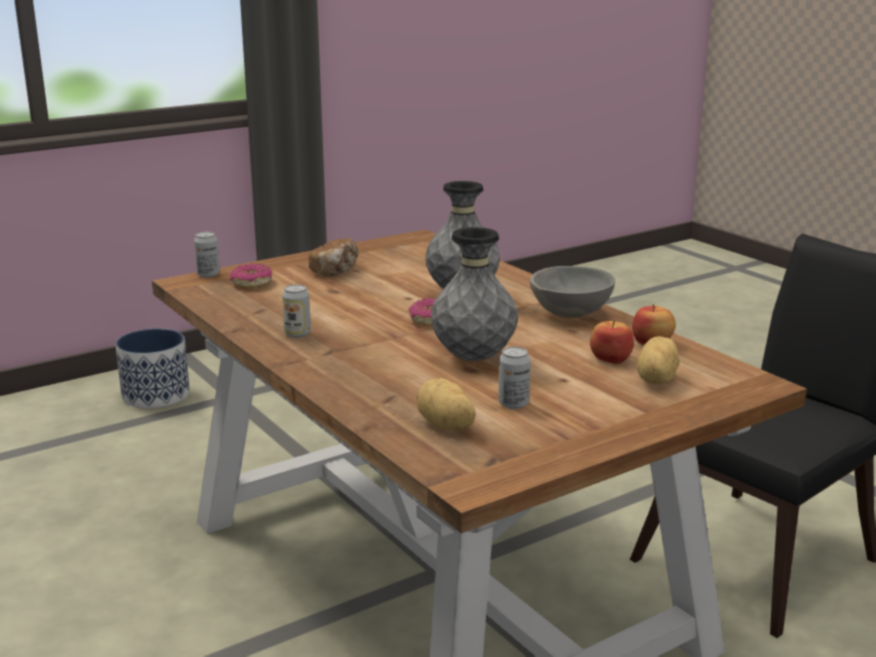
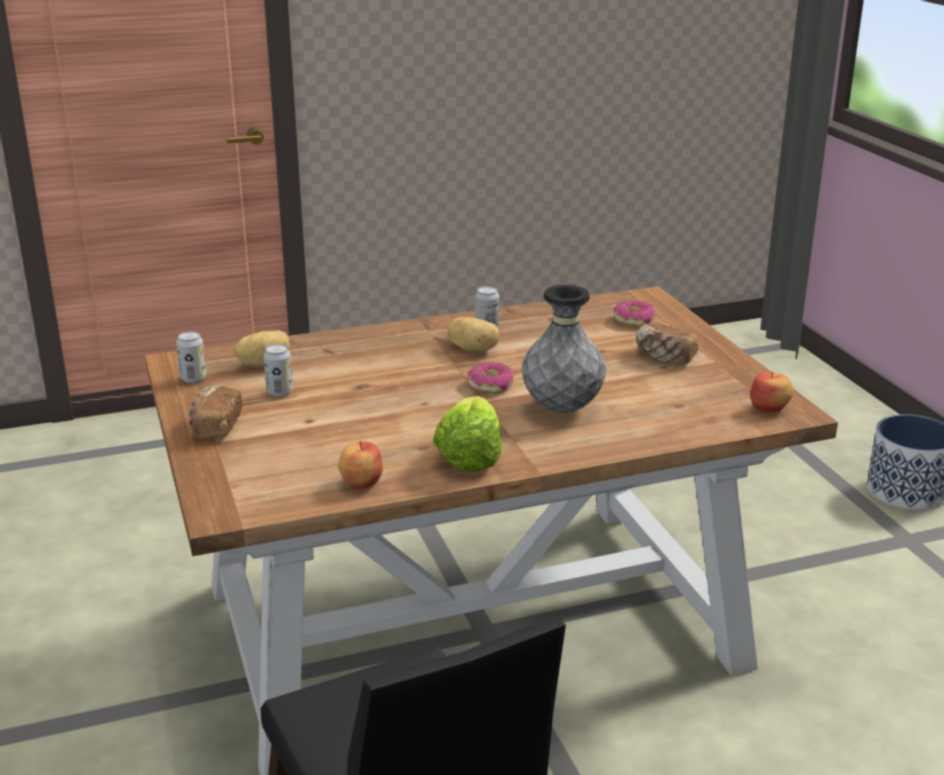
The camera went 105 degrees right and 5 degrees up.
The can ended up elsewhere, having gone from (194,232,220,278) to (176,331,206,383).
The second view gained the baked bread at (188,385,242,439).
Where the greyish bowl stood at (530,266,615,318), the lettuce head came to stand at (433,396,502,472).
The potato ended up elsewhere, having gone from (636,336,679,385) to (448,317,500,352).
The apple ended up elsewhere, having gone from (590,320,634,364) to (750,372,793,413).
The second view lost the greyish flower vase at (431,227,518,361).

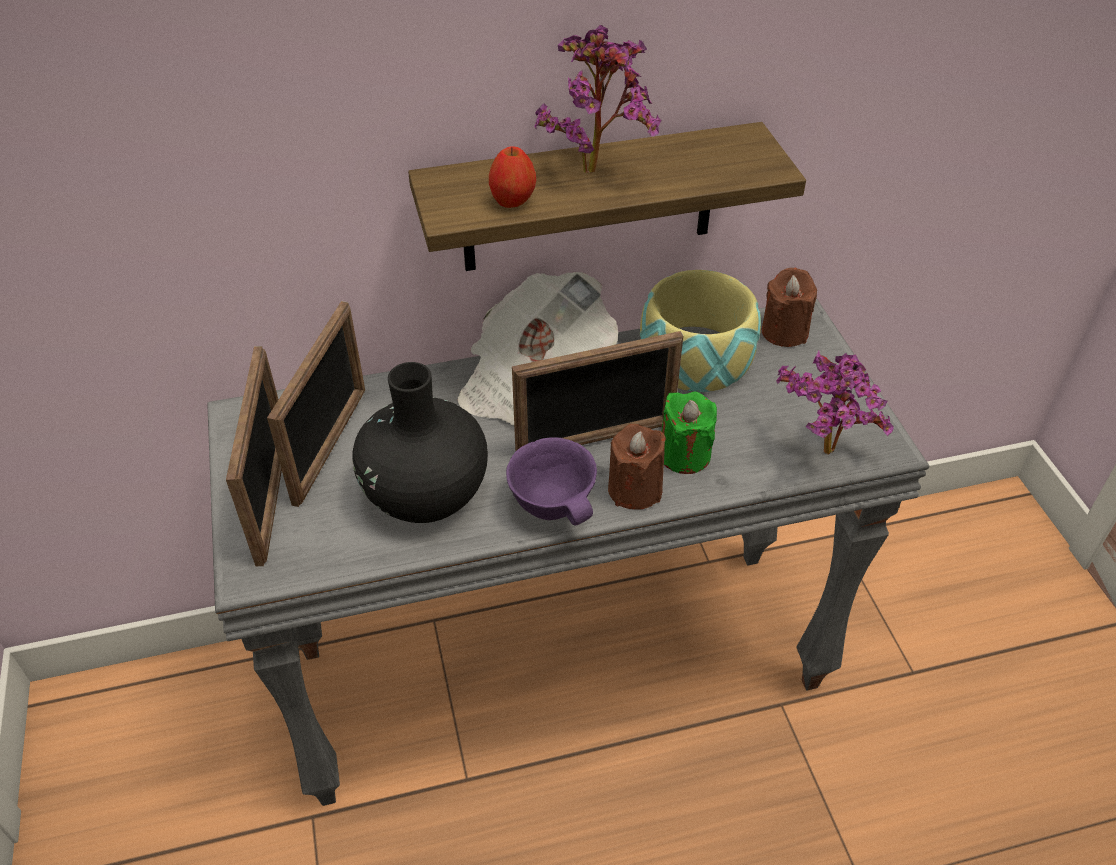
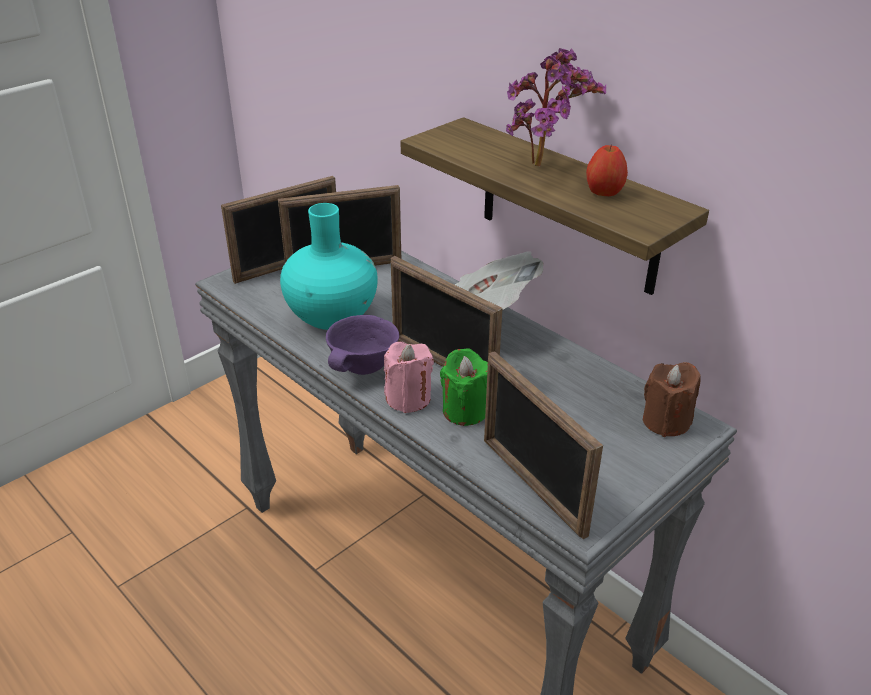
The camera went 60 degrees right and 10 degrees down.
What was the blackish flower vase at (352,362,488,523) turned into the turquoise-coloured flower vase at (280,203,378,330).
What was the brown wax light at (608,424,666,509) turned into the pink-coloured wax light at (384,341,434,413).
Where the potted plant stood at (776,351,894,455), the photo frame came to stand at (484,351,603,539).
The apple ended up elsewhere, having gone from (489,147,536,208) to (586,145,628,196).
The second view lost the bowl at (640,270,761,392).

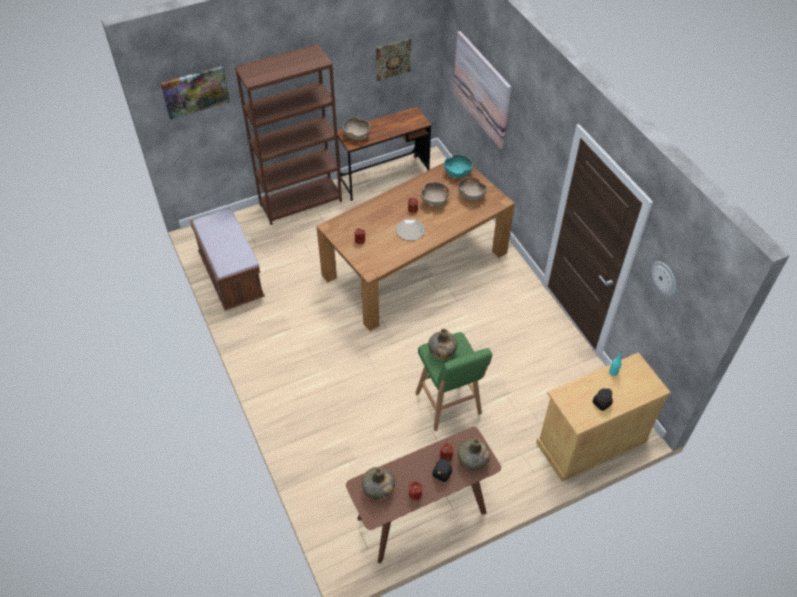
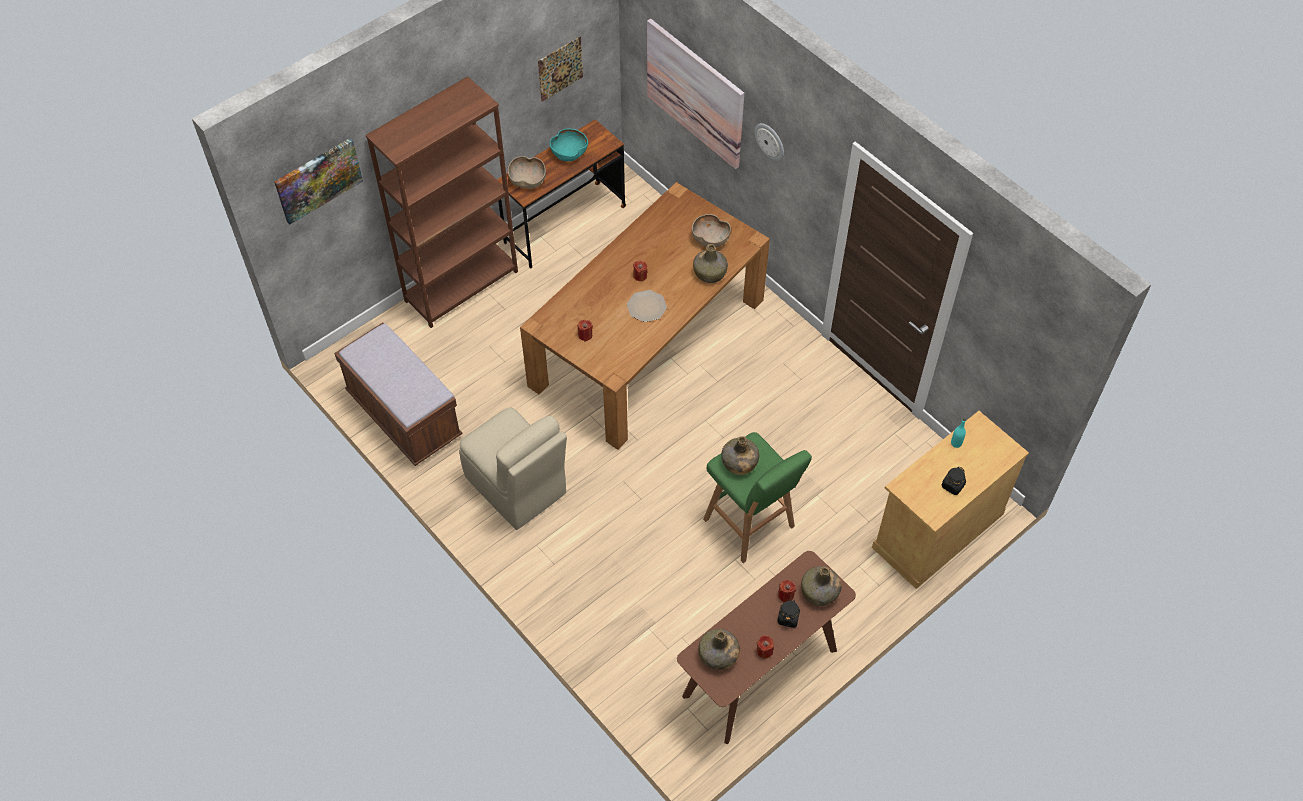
The camera went 15 degrees left and 5 degrees up.
The second view gained the beige-coloured plain chair at (459,407,567,530).
The turquoise-coloured bowl ended up elsewhere, having gone from (444,154,473,178) to (550,129,588,161).
The second view gained the green-coloured bottle at (693,244,728,283).
The clock on the wall ended up elsewhere, having gone from (651,261,676,296) to (755,123,784,161).
The second view lost the brown bowl at (421,182,450,207).

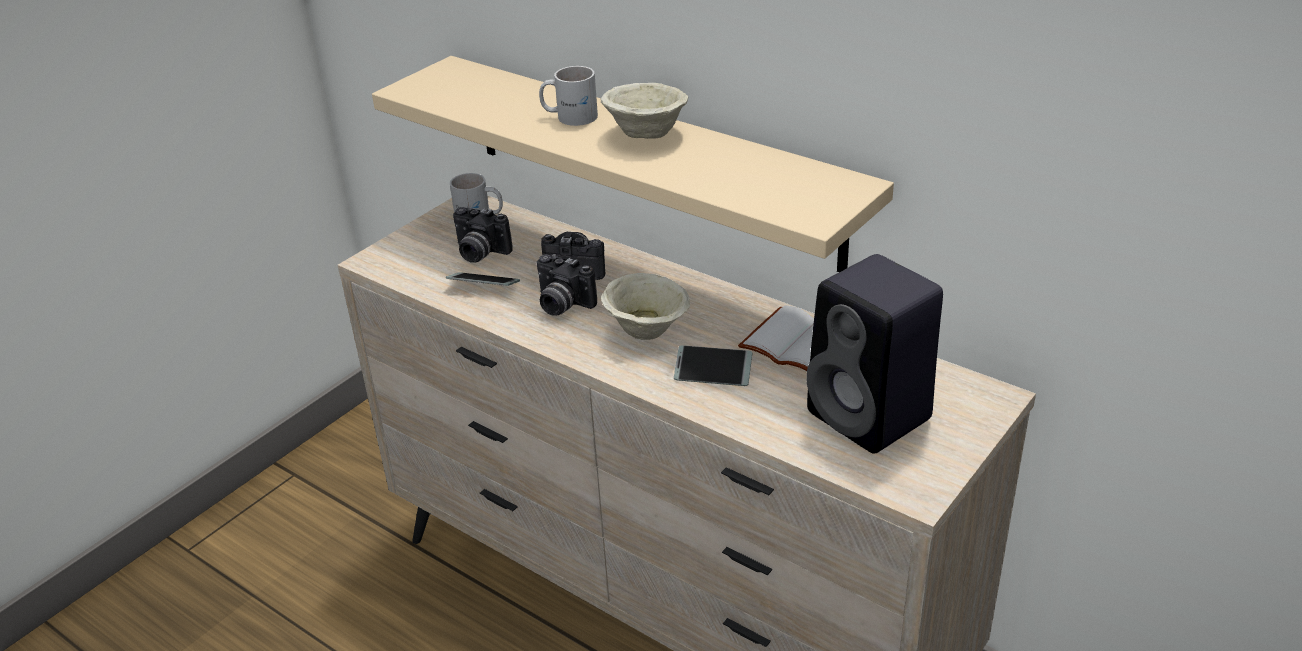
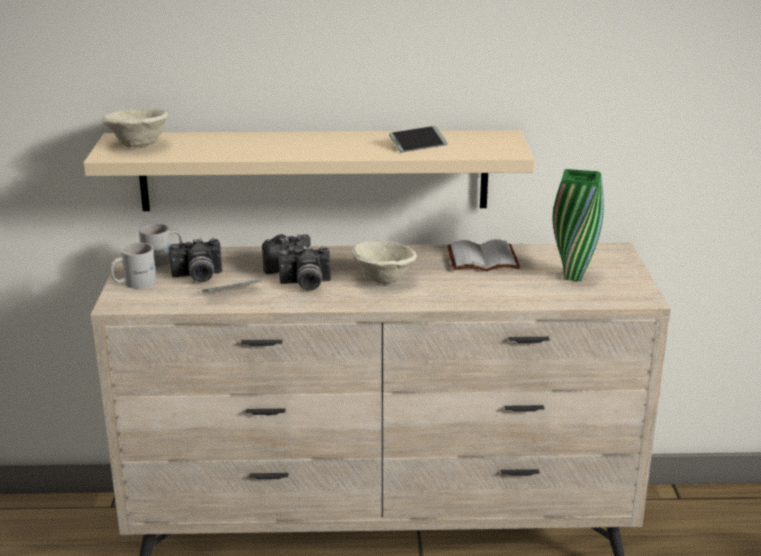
The camera went 40 degrees left and 10 degrees down.
The beige-coloured bowl ended up elsewhere, having gone from (601,83,688,139) to (102,109,168,147).
The white-coloured mug ended up elsewhere, having gone from (539,66,598,126) to (110,243,157,289).
The telephone ended up elsewhere, having gone from (674,345,752,386) to (389,126,448,152).
Where the blackish audio speaker stood at (806,254,943,453), the green-coloured flower vase came to stand at (553,169,604,281).

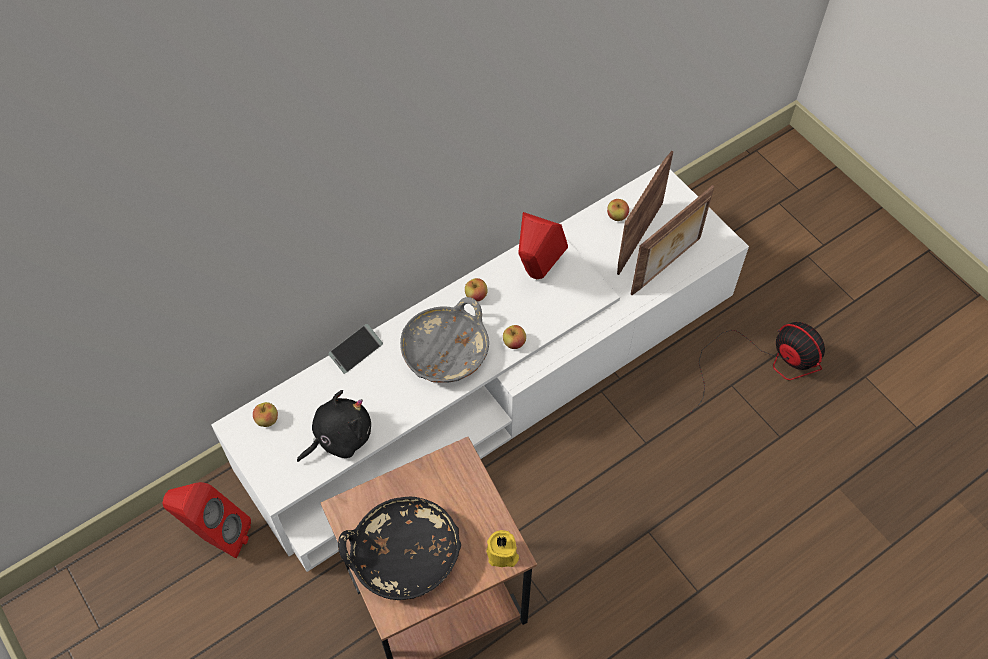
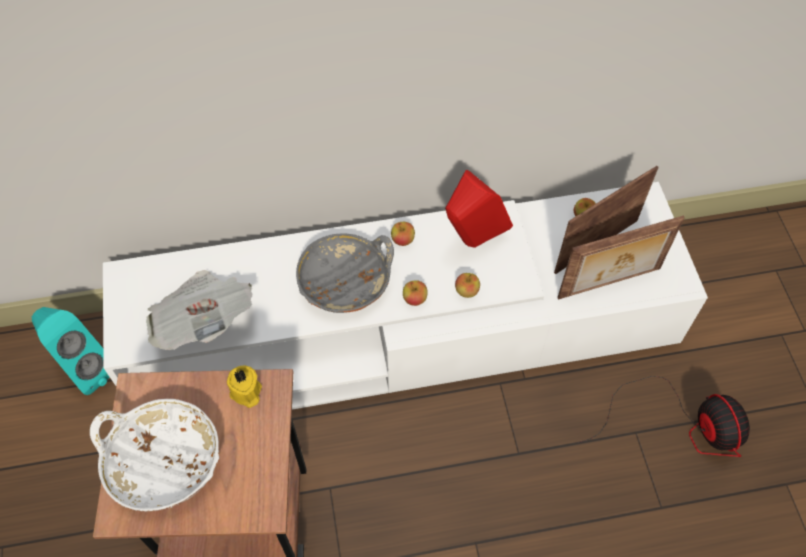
The camera went 25 degrees right and 0 degrees up.
What was the red audio speaker at (162,482,251,558) turned into the turquoise-coloured audio speaker at (32,307,110,395).
What was the blackish bowl at (338,497,461,600) turned into the white-coloured bowl at (90,399,220,512).
Where the blackish cuddly toy stood at (297,390,371,462), the printed paper came to stand at (146,270,252,350).
The yellowish wax light ended up elsewhere, having gone from (486,530,519,567) to (227,366,262,408).
The apple ended up elsewhere, having gone from (253,402,278,427) to (455,273,480,298).
The second view lost the telephone at (328,324,383,374).

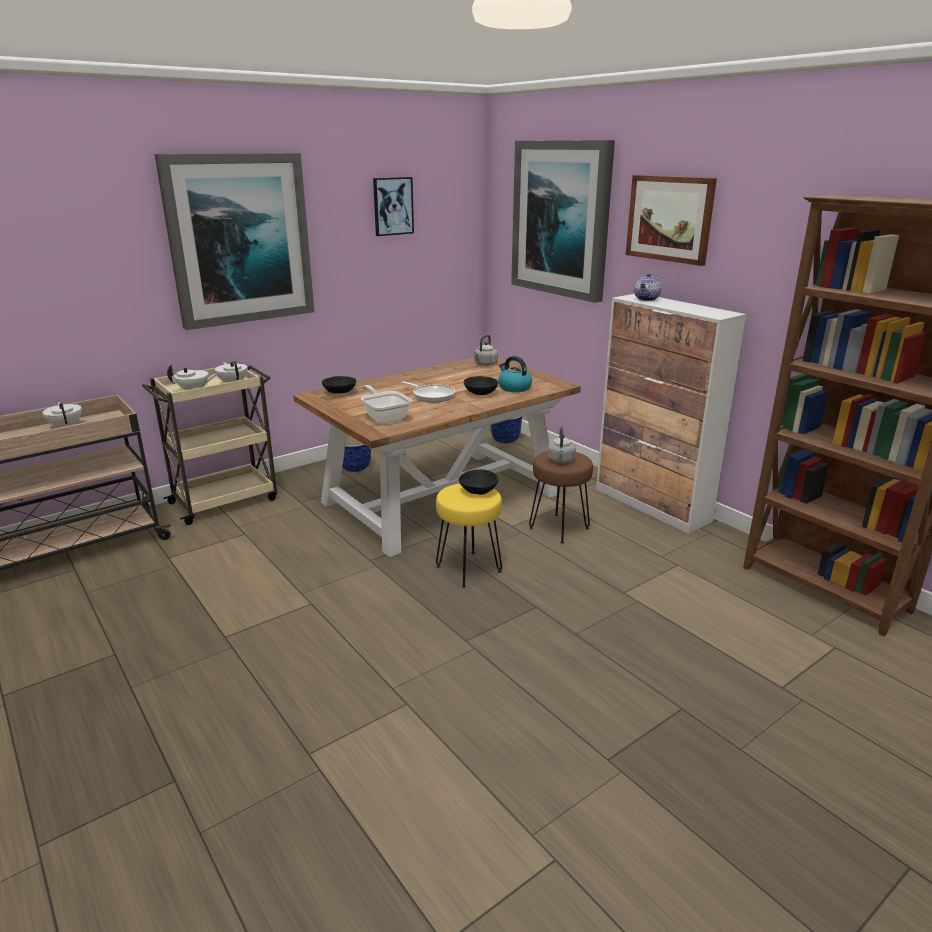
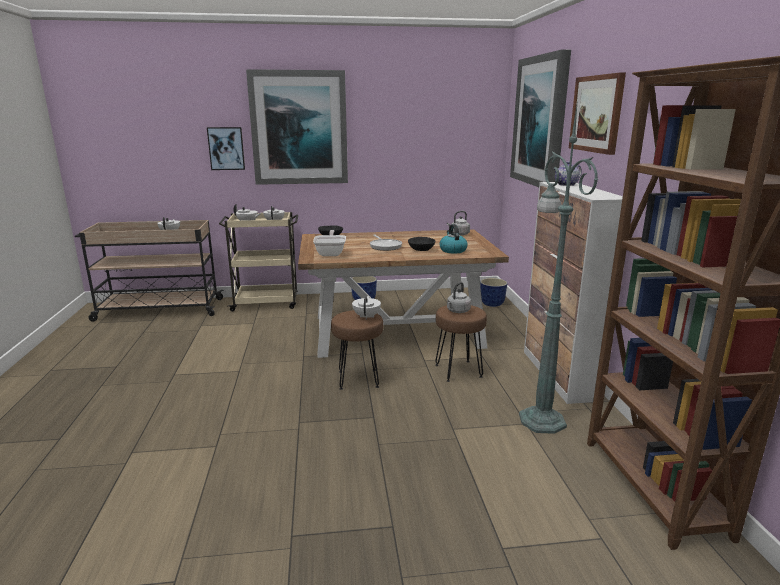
The camera went 30 degrees right and 5 degrees down.
The wall picture ended up elsewhere, having gone from (373,177,414,236) to (207,127,245,170).
What was the yellowish stool at (436,484,502,588) turned into the brown stool at (331,310,383,390).
Where the blackish bowl stood at (458,470,498,495), the white-coloured teapot came to stand at (352,295,381,320).
The second view gained the green-coloured standing lamp at (519,100,598,434).

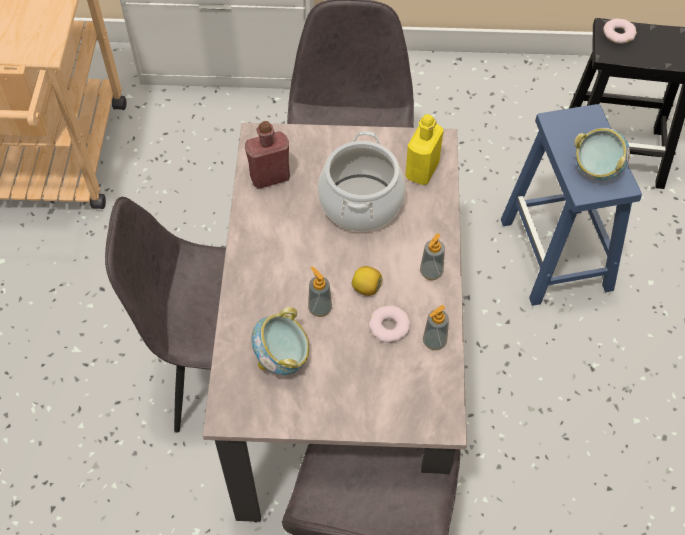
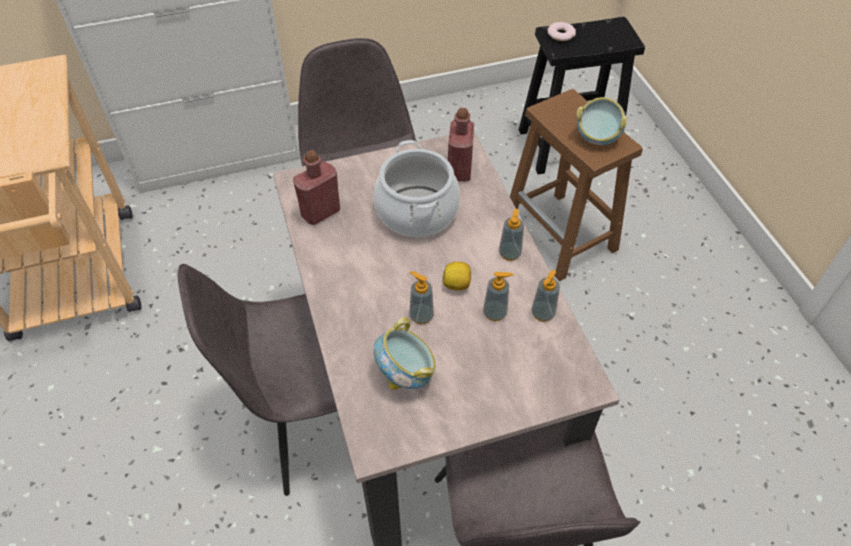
The camera went 20 degrees left and 5 degrees down.
What was the yellowish bottle at (405,114,444,185) turned into the red bottle at (448,108,474,182).
Where the ring doughnut stood at (368,305,411,343), the soap dispenser came to stand at (483,272,514,321).
What was the blue stool at (501,104,642,306) turned into the brown stool at (510,89,643,281).

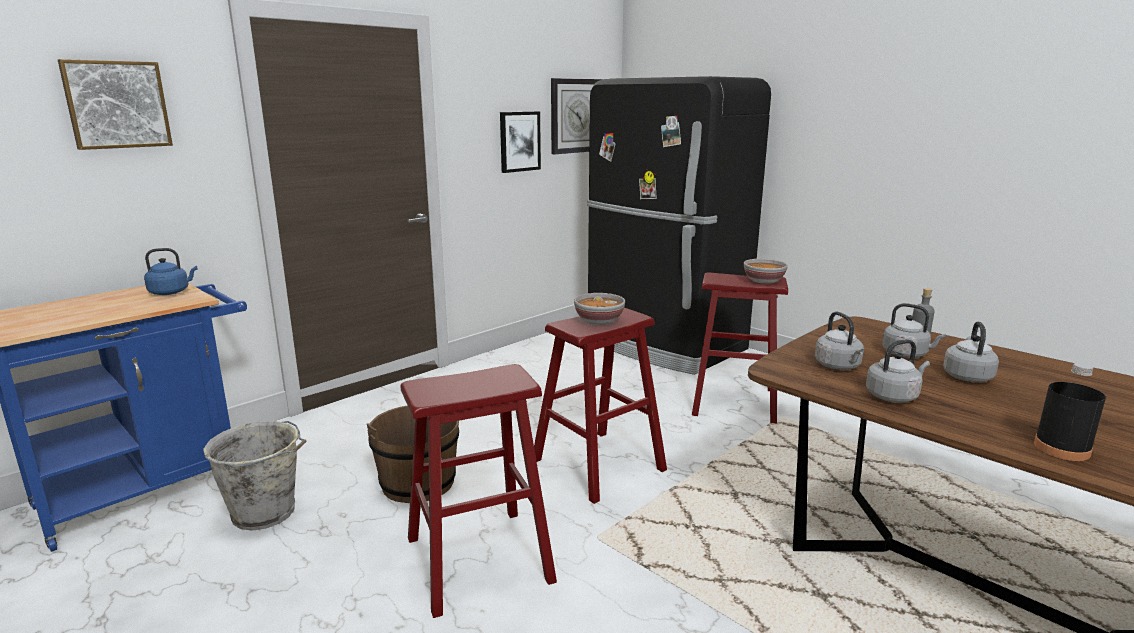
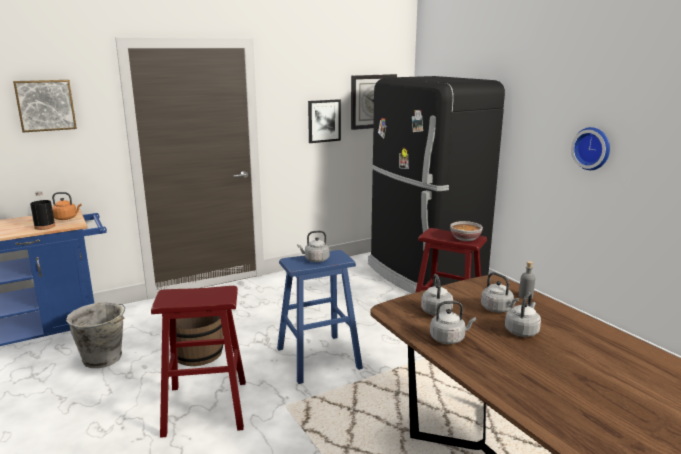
The camera went 15 degrees right and 0 degrees up.
The blackish bottle ended up elsewhere, having gone from (1034,363,1106,461) to (30,191,55,230).
What was the blue kettle at (144,248,197,295) turned into the orange kettle at (52,192,82,220).
What was the red stool at (534,308,667,504) turned into the blue stool at (277,250,363,384).
Where the bowl stood at (574,293,625,325), the greyish kettle came to stand at (297,231,329,262).
The second view gained the clock on the wall at (571,127,610,170).

